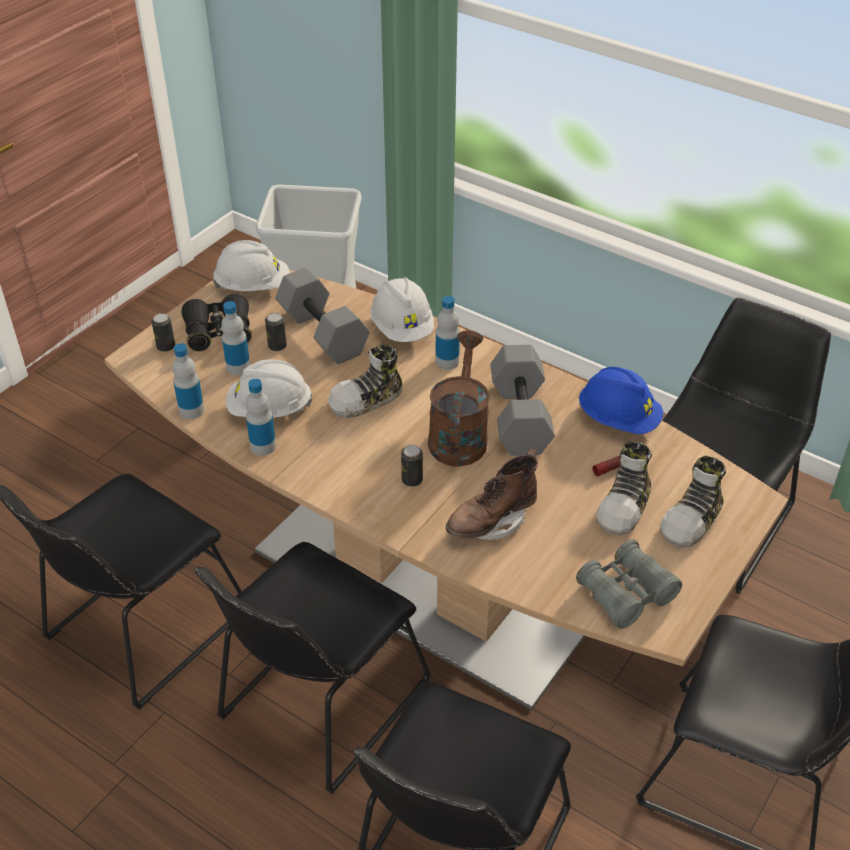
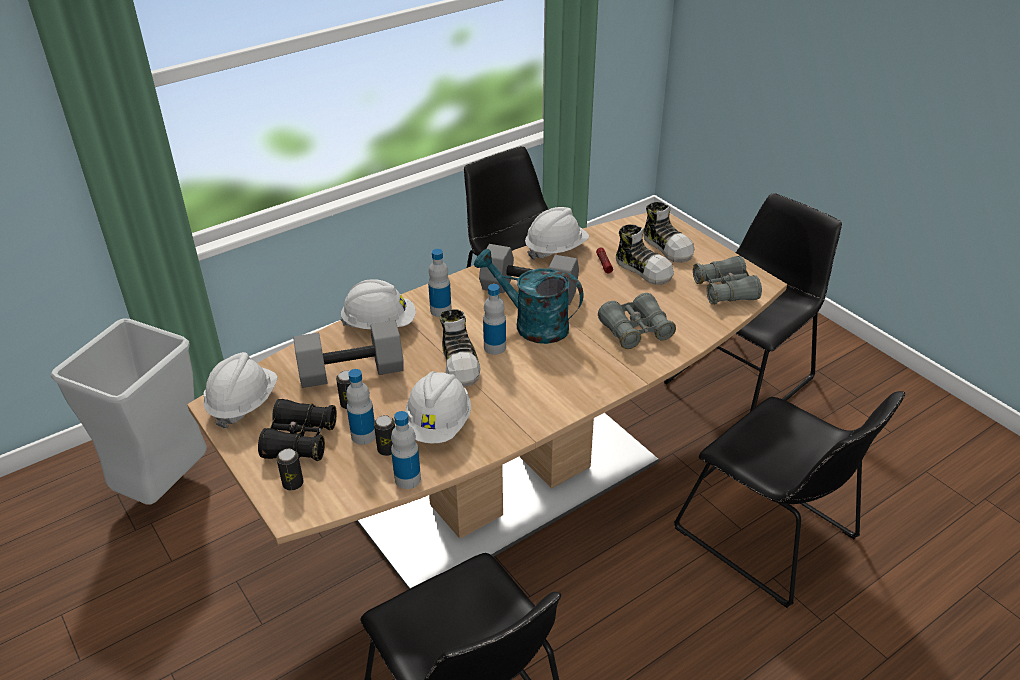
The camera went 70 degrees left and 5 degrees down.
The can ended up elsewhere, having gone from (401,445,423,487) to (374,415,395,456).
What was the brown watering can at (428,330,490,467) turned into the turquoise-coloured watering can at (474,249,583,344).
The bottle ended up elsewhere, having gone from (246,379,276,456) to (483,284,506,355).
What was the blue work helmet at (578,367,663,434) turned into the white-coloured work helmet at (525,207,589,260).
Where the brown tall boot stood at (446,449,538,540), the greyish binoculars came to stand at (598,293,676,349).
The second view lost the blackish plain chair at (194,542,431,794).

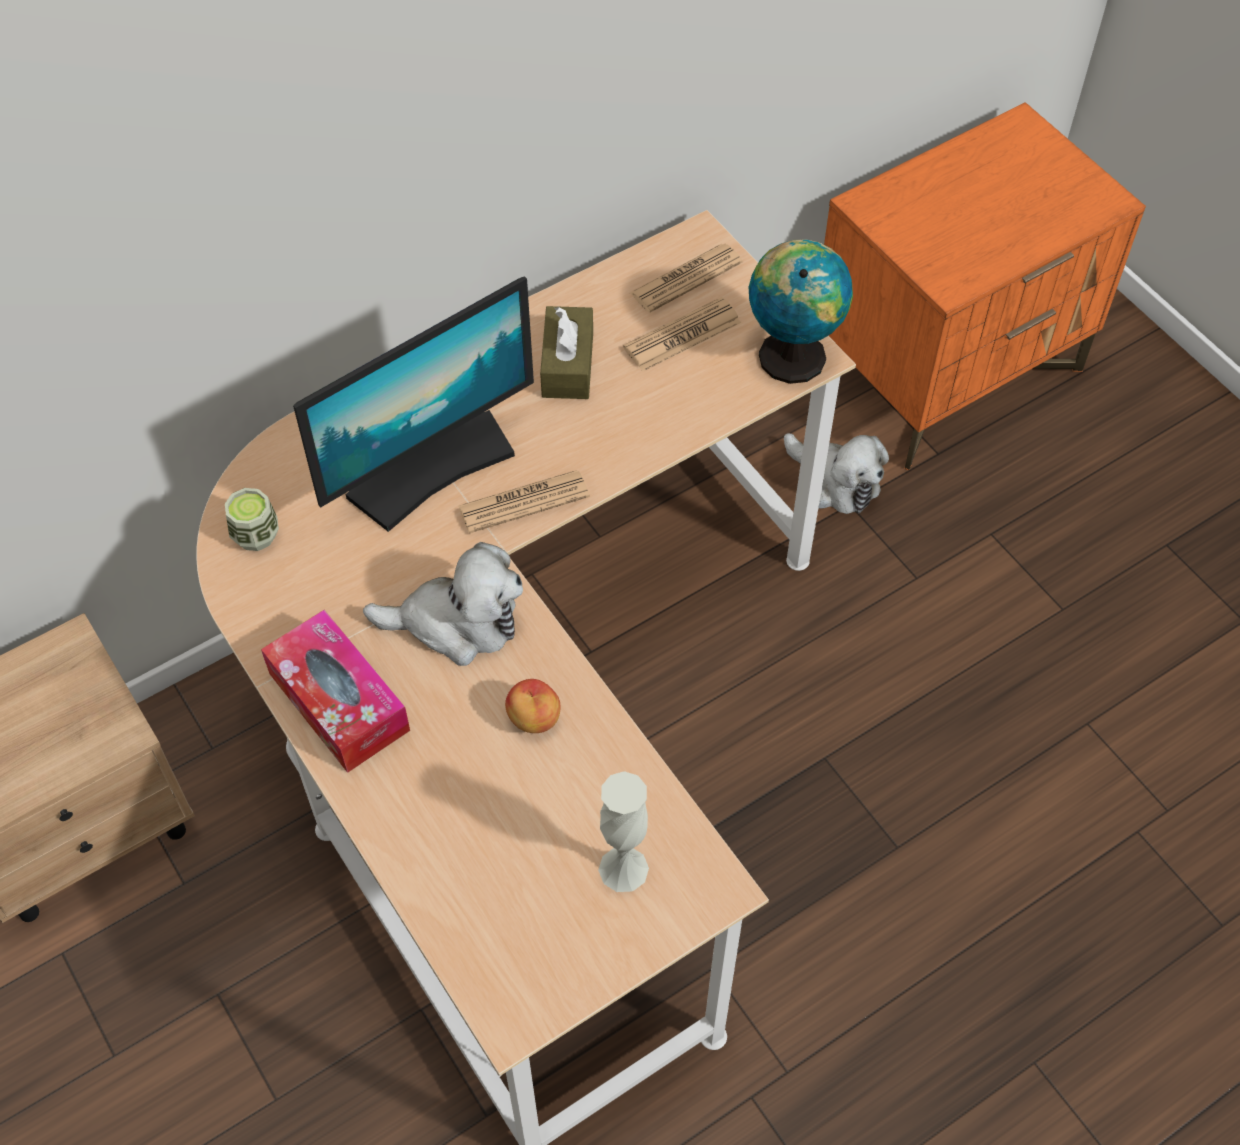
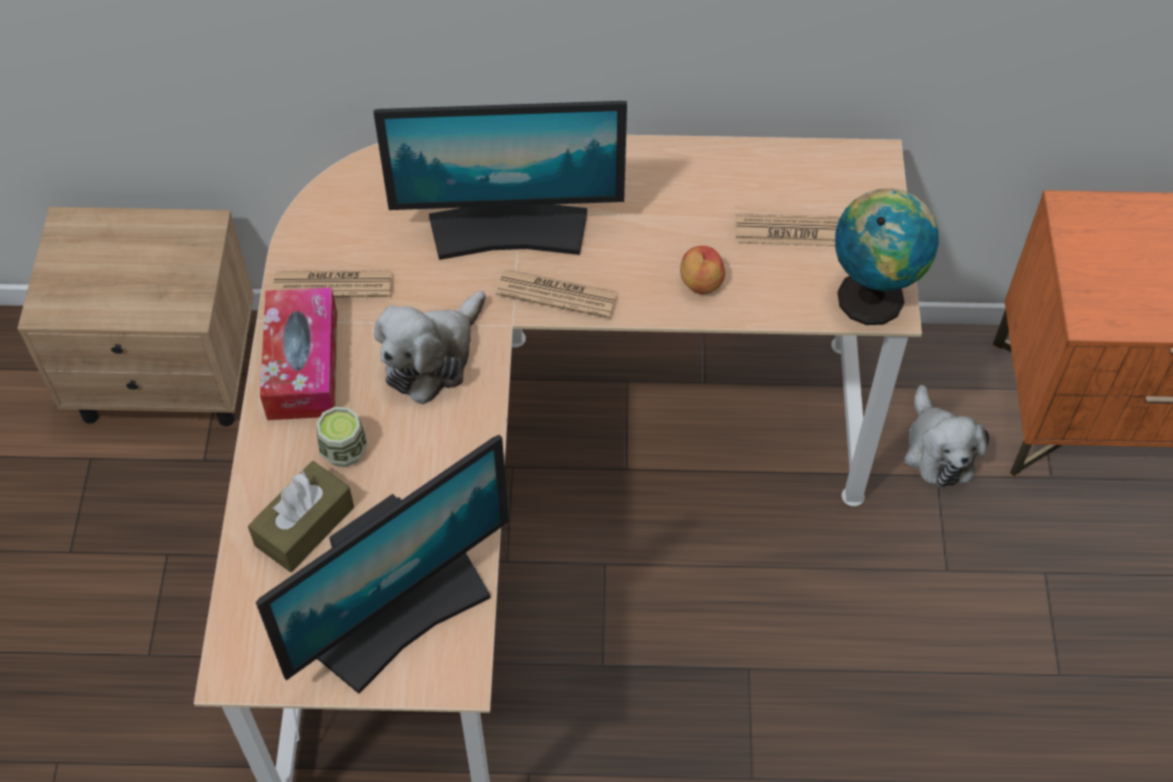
The camera went 35 degrees right and 0 degrees up.
The brown box of tissues ended up elsewhere, having gone from (540,306,593,399) to (248,461,354,572).
Where the white-coloured flower vase stood at (598,771,649,892), the computer display came to stand at (256,435,509,694).
The printed paper ended up elsewhere, having gone from (630,244,743,313) to (273,270,393,298).
The drinking cup ended up elsewhere, having gone from (225,488,279,551) to (316,406,367,467).
The cuddly toy at (363,542,523,666) ended up facing another way, 90 degrees clockwise from before.
The apple ended up elsewhere, having gone from (505,679,560,733) to (680,246,725,294).

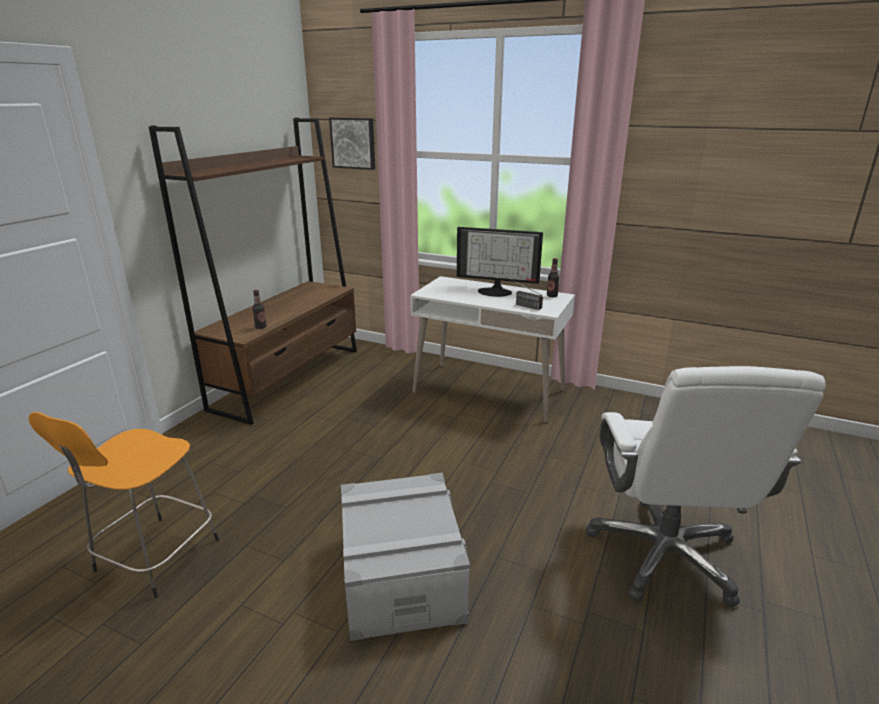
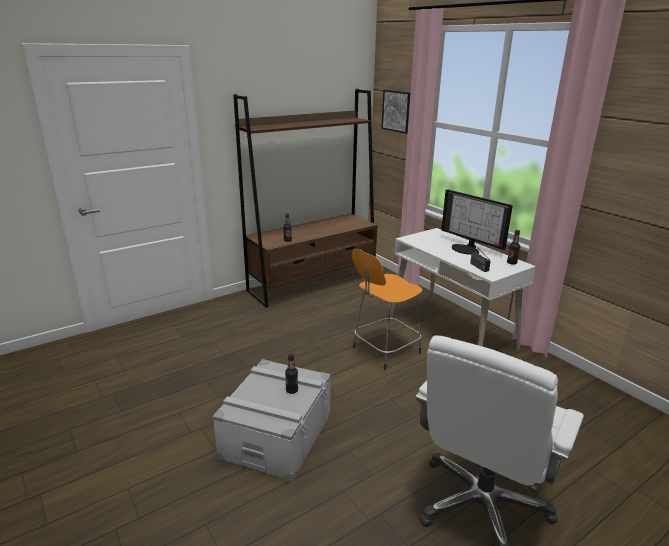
The camera went 30 degrees right and 0 degrees up.
The second view gained the bottle at (285,353,298,394).
The orange stool ended up elsewhere, having gone from (29,412,219,598) to (352,249,422,370).

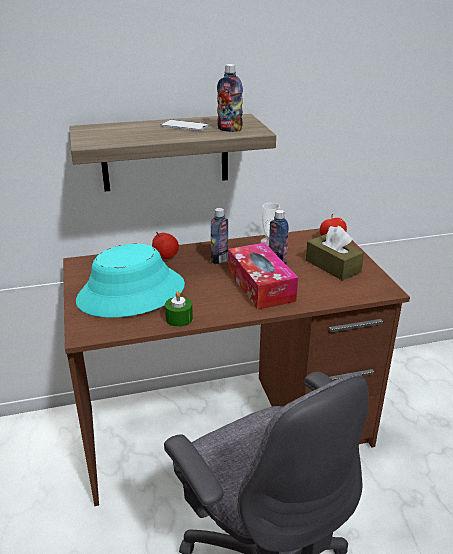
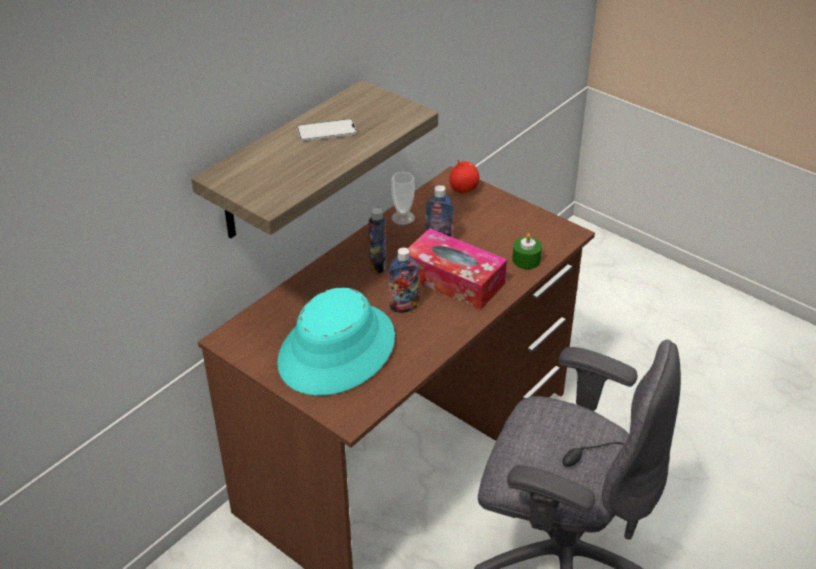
The camera went 35 degrees left and 10 degrees up.
The bottle ended up elsewhere, having gone from (217,64,243,132) to (388,248,419,313).
The green-coloured wax light ended up elsewhere, having gone from (165,291,193,327) to (512,233,542,269).
The second view lost the apple at (152,232,179,259).
The second view lost the brown box of tissues at (306,226,364,281).

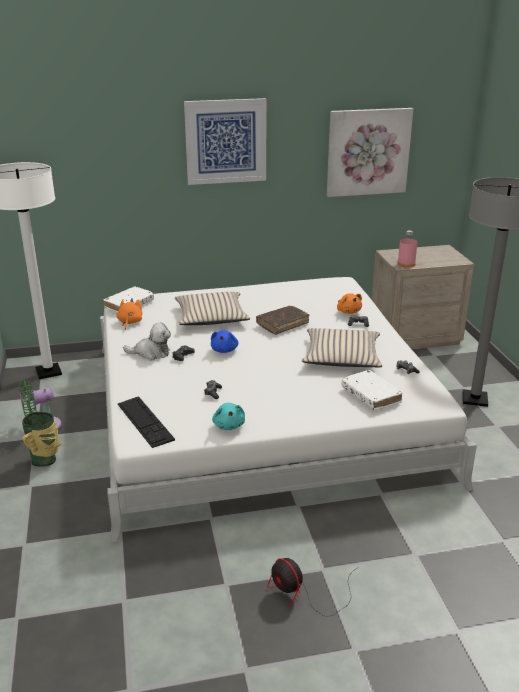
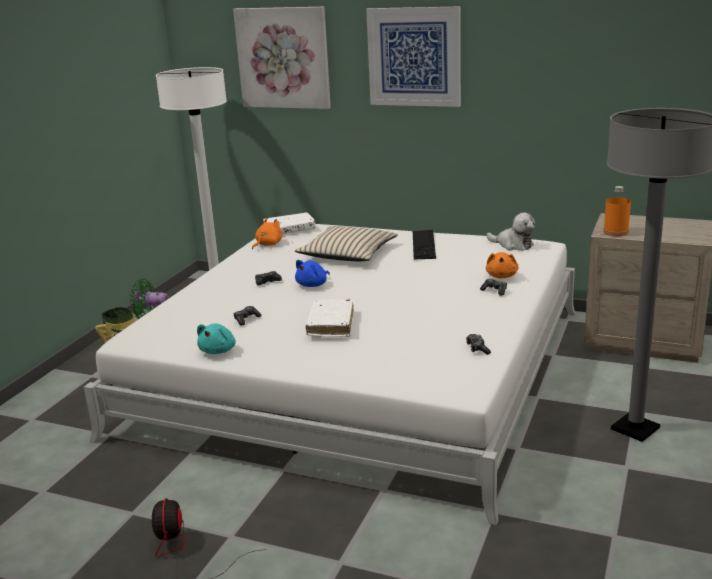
The camera went 35 degrees right and 5 degrees down.
The wall picture ended up elsewhere, having gone from (327,108,413,197) to (233,7,331,109).
The white-coloured book ended up elsewhere, having gone from (341,370,402,410) to (306,299,354,337).
The PC keyboard ended up elsewhere, having gone from (118,396,175,448) to (413,230,436,259).
The cuddly toy ended up elsewhere, having gone from (123,323,171,361) to (486,212,535,251).
What was the pink-coloured bottle at (397,231,418,268) turned into the orange bottle at (603,186,631,237).
The second view lost the brown book at (256,306,309,335).
The second view lost the beige-coloured pillow at (302,328,382,368).

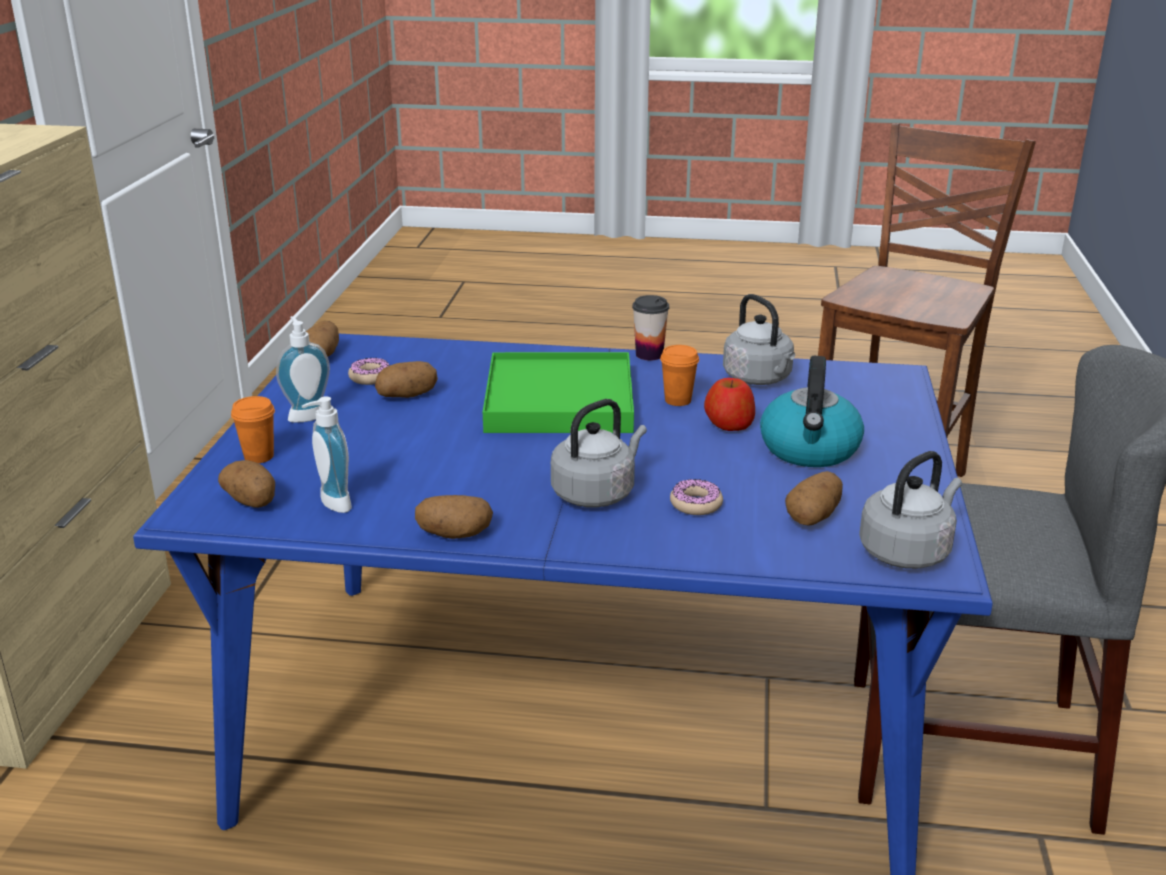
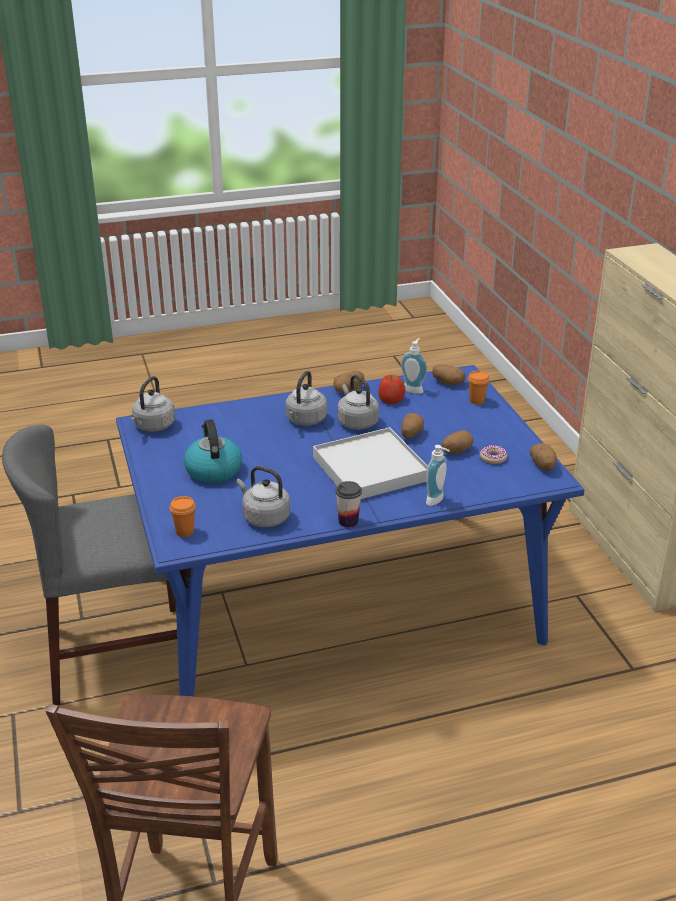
The camera went 155 degrees right and 5 degrees up.
The orange drinking cup ended up elsewhere, having gone from (660,345,699,406) to (170,496,196,537).
What was the green-coloured serving tray at (483,352,634,433) turned into the white-coloured serving tray at (313,427,428,499).
The second view gained the greyish kettle at (338,375,379,430).
The apple ended up elsewhere, having gone from (704,378,755,431) to (378,375,406,404).
The potato ended up elsewhere, having gone from (785,471,843,526) to (401,413,424,438).
The soap dispenser ended up elsewhere, having gone from (276,316,330,423) to (426,445,450,506).
The second view lost the ring doughnut at (670,479,723,515).

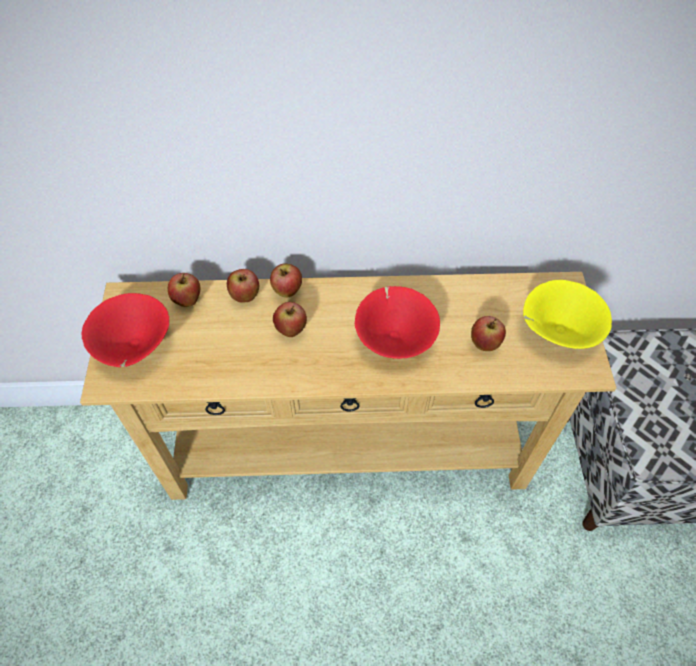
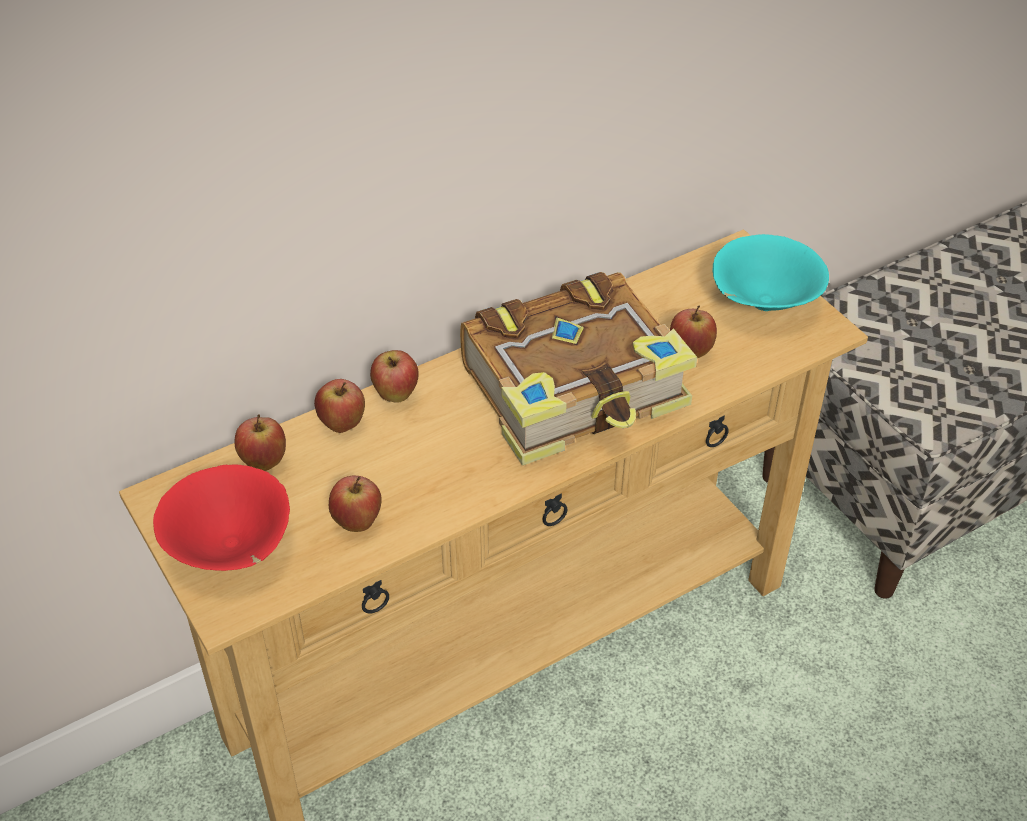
The camera went 30 degrees left and 10 degrees down.
The apple ended up elsewhere, having gone from (273,302,307,337) to (329,476,382,532).
Where the red bowl stood at (355,286,440,359), the book came to stand at (460,272,697,466).
What was the yellowish bowl at (523,280,612,349) turned into the turquoise-coloured bowl at (713,234,829,311).

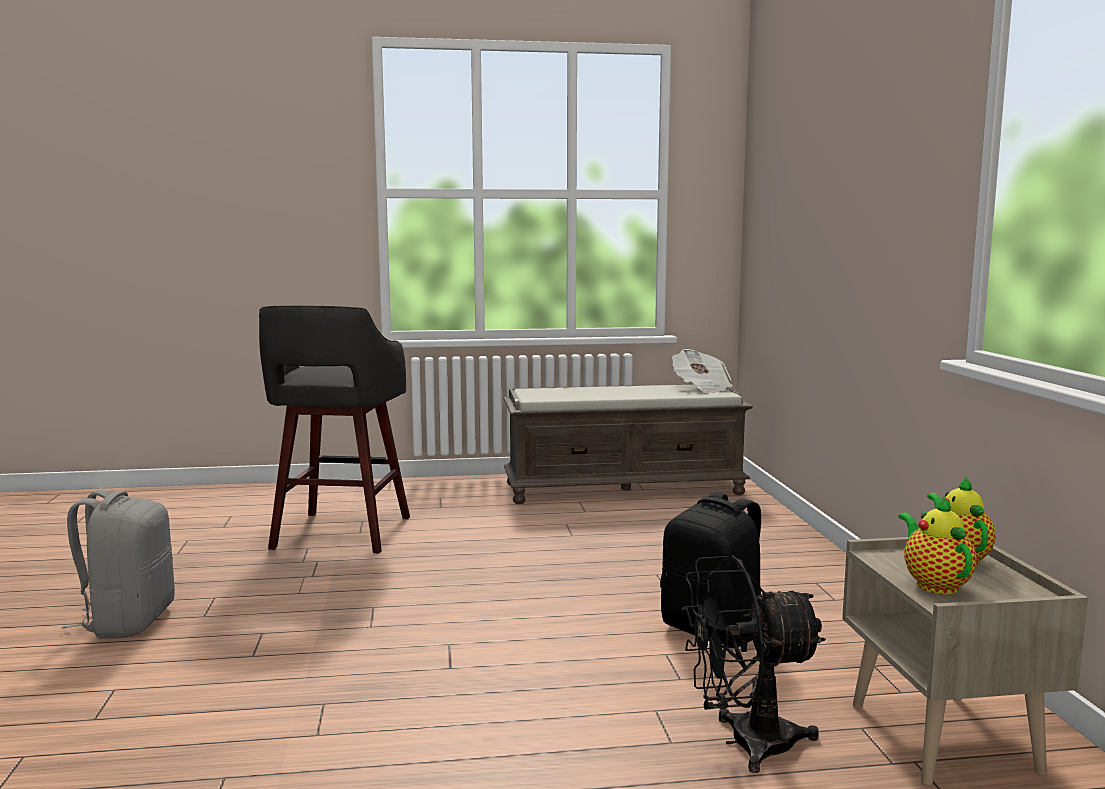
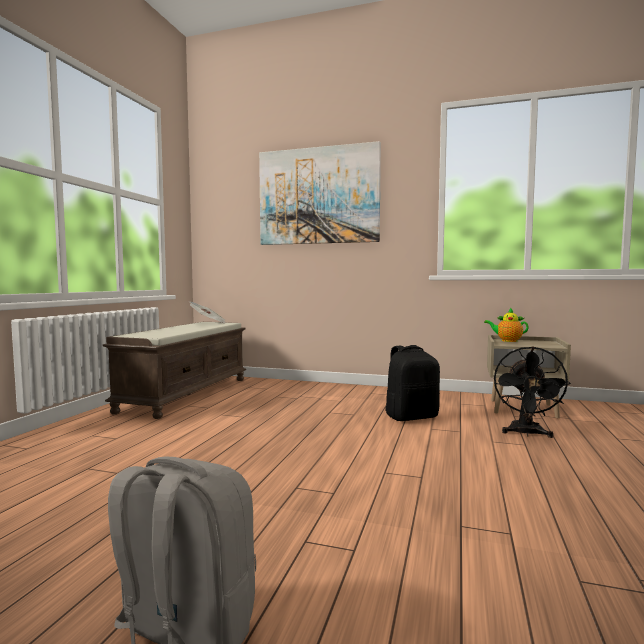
The camera went 65 degrees left and 5 degrees down.
The second view gained the wall picture at (259,141,381,245).
The second view lost the greyish stool at (259,306,410,553).
The second view lost the teapot at (898,495,977,594).

